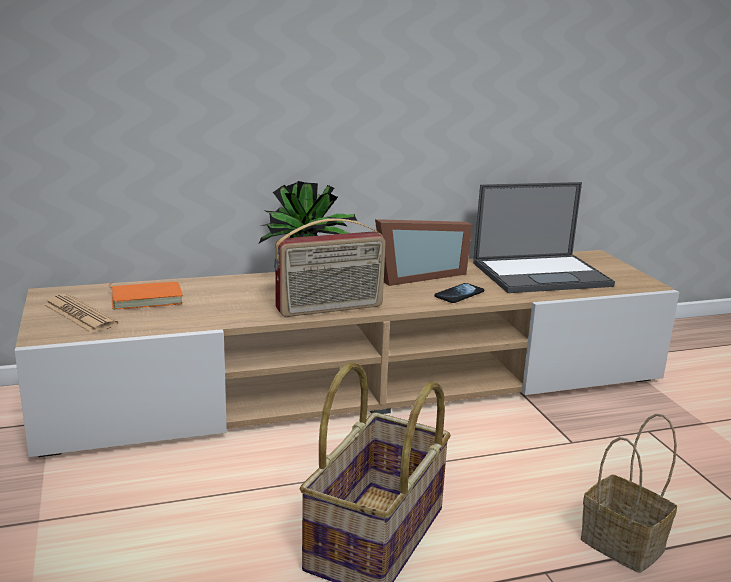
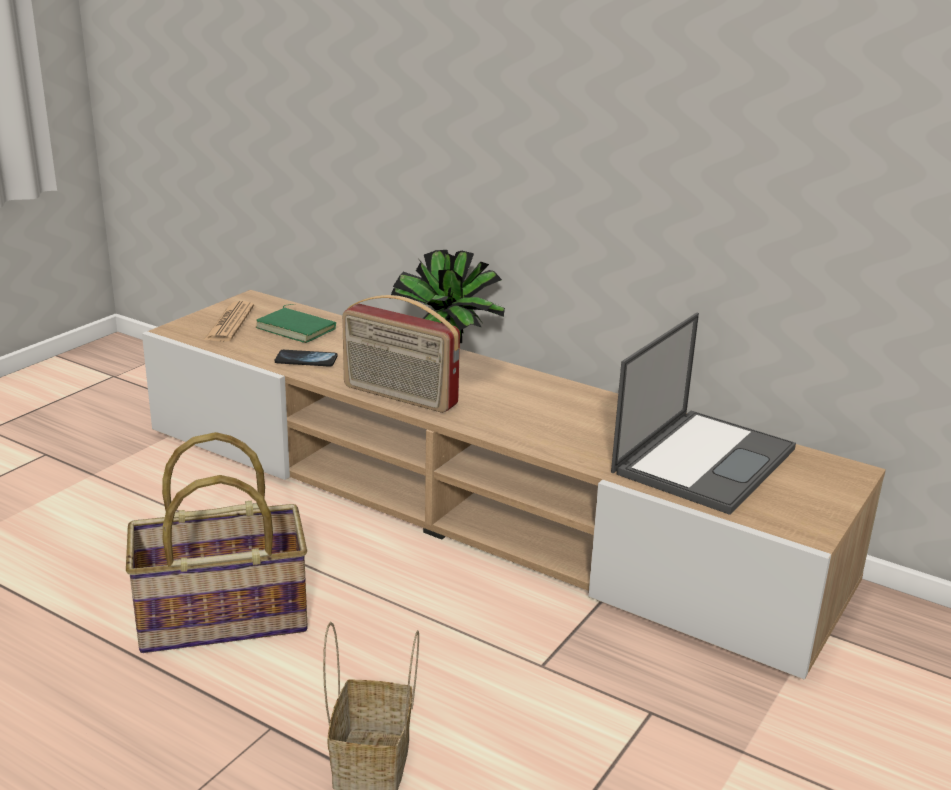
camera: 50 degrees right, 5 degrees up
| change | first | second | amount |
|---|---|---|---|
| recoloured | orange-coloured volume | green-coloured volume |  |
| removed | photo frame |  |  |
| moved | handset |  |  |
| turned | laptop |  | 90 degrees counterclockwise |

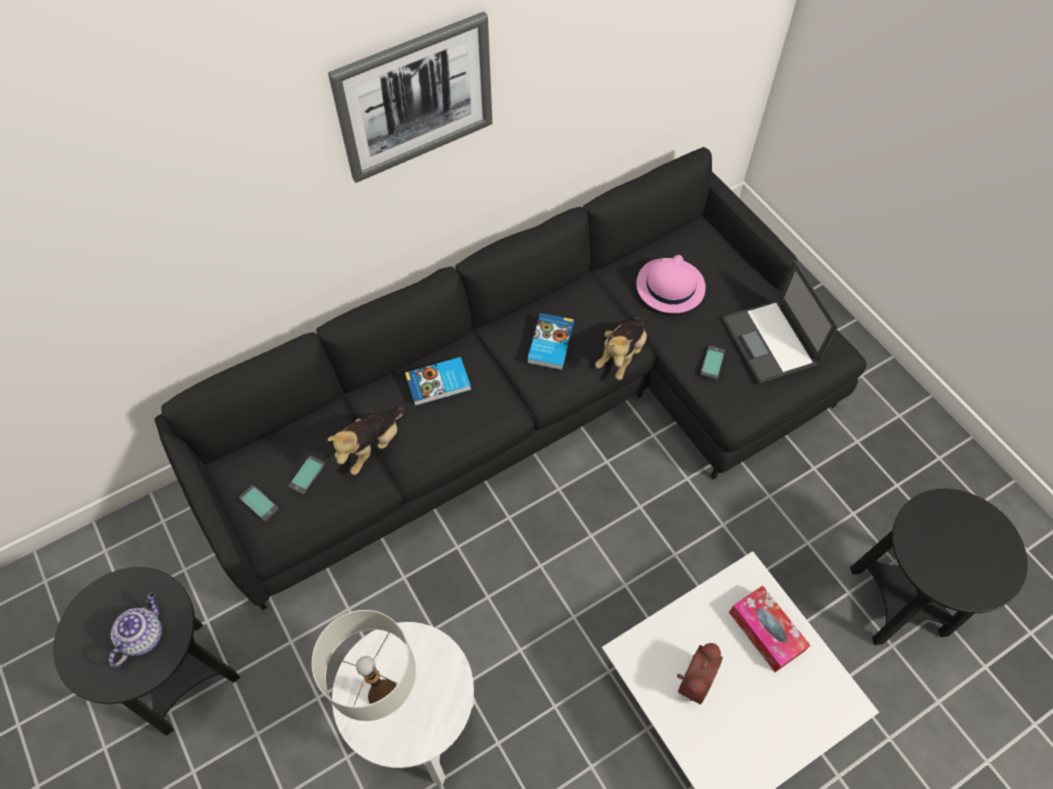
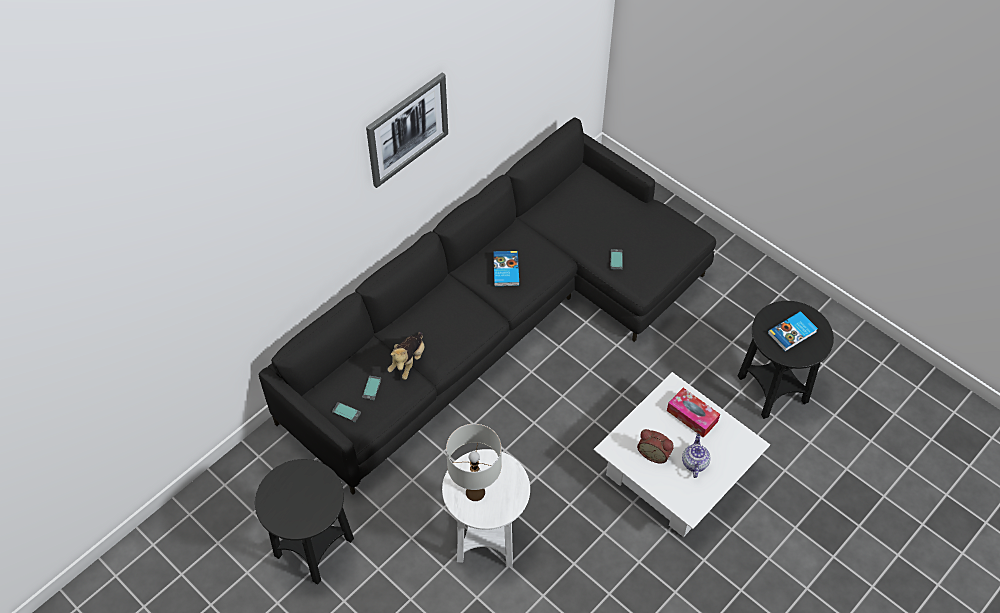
camera: 15 degrees left, 5 degrees down
| change | first | second | amount |
|---|---|---|---|
| moved | tea pot |  |  |
| moved | volume (1st from left in the first image) | volume (2nd from left) |  |
| removed | plush toy (2nd from left) |  |  |
| removed | pinkish wearable hat |  |  |
| turned | bedside clock |  | 105 degrees clockwise |
| removed | laptop |  |  |

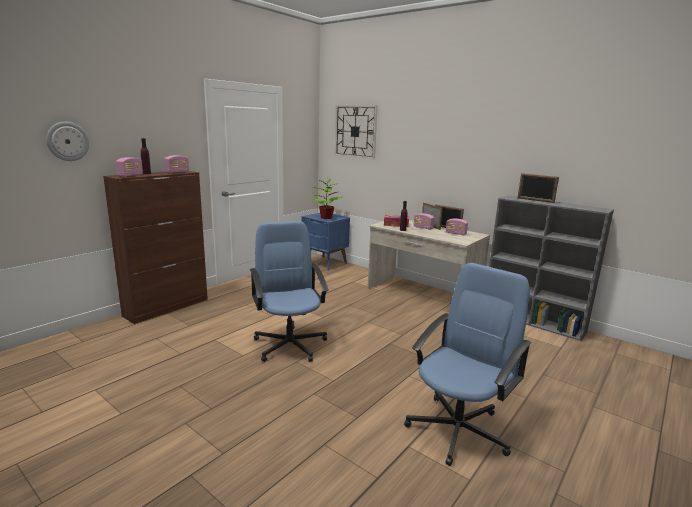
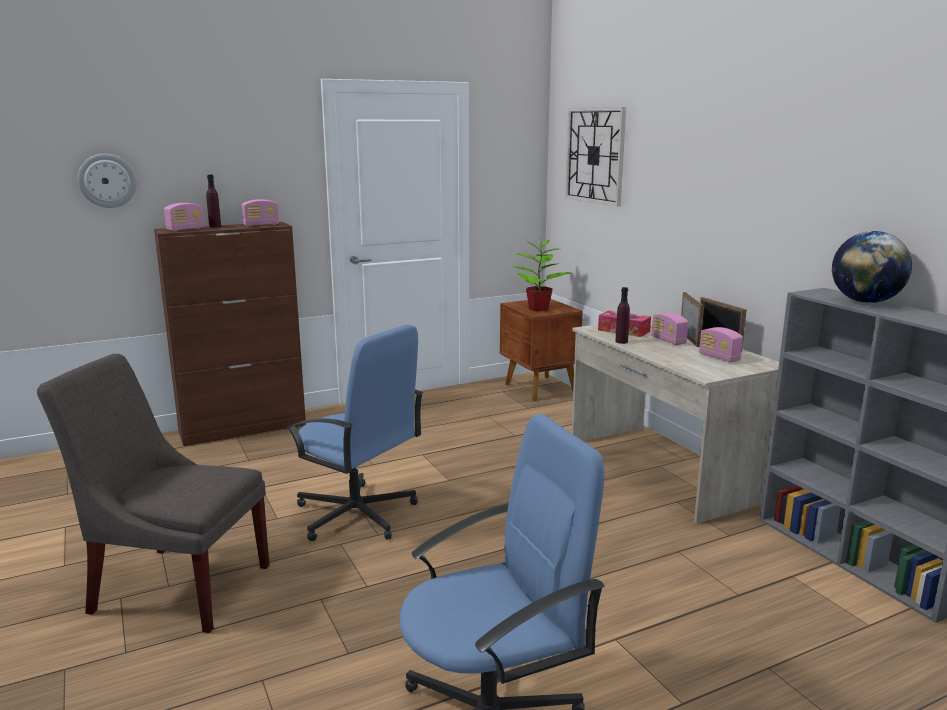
camera: 25 degrees right, 0 degrees up
| change | first | second | amount |
|---|---|---|---|
| turned | bluish office chair (1st from left) |  | 120 degrees clockwise |
| recoloured | bluish nightstand | brownish nightstand |  |
| replaced | photo frame (3rd from left) | desk globe |  |
| added |  | greyish upright chair |  |

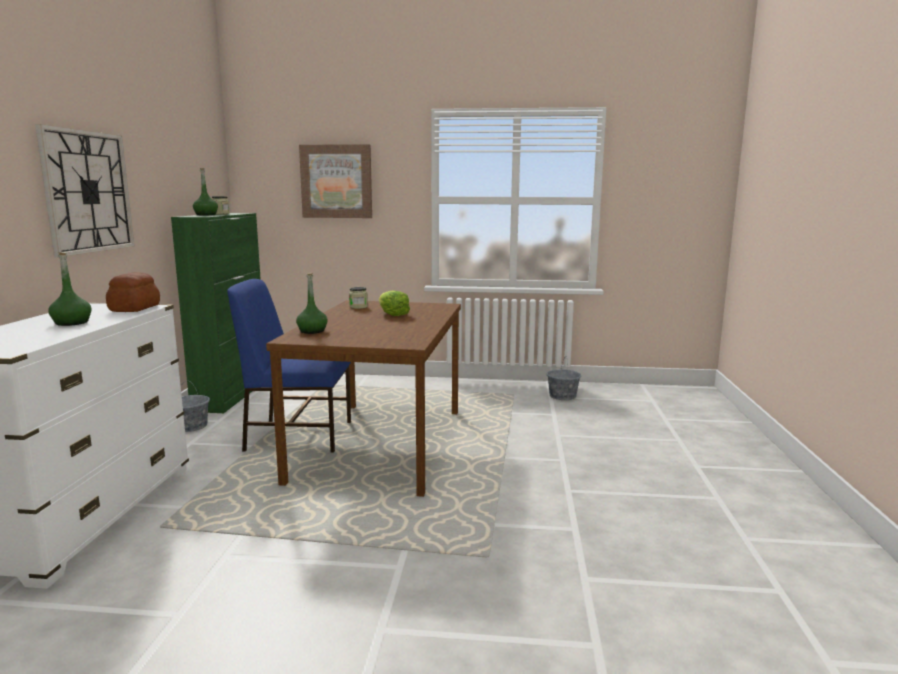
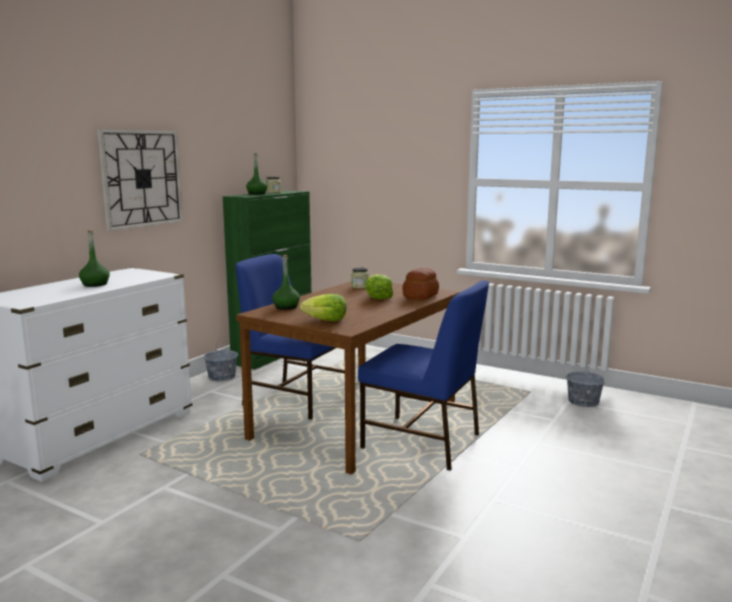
camera: 25 degrees right, 0 degrees up
| change | first | second | amount |
|---|---|---|---|
| moved | bread |  |  |
| removed | picture |  |  |
| added |  | lettuce (1st from left) |  |
| added |  | bluish upright chair (2nd from left) |  |

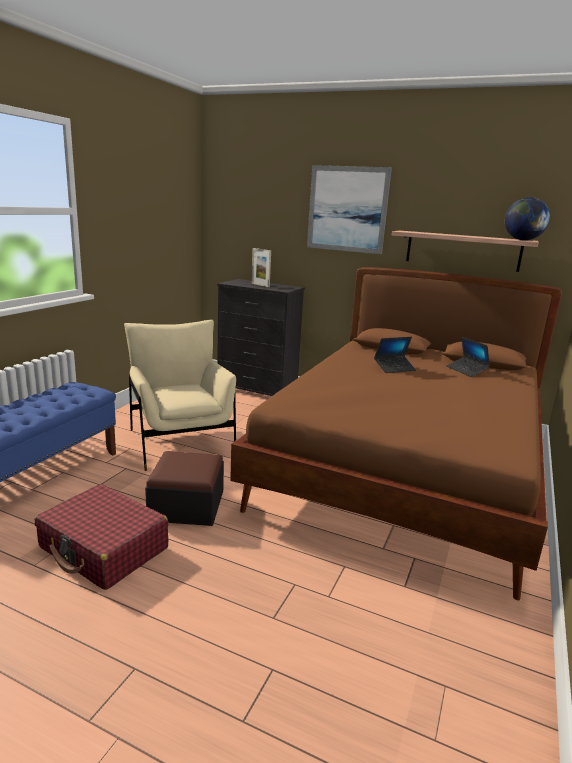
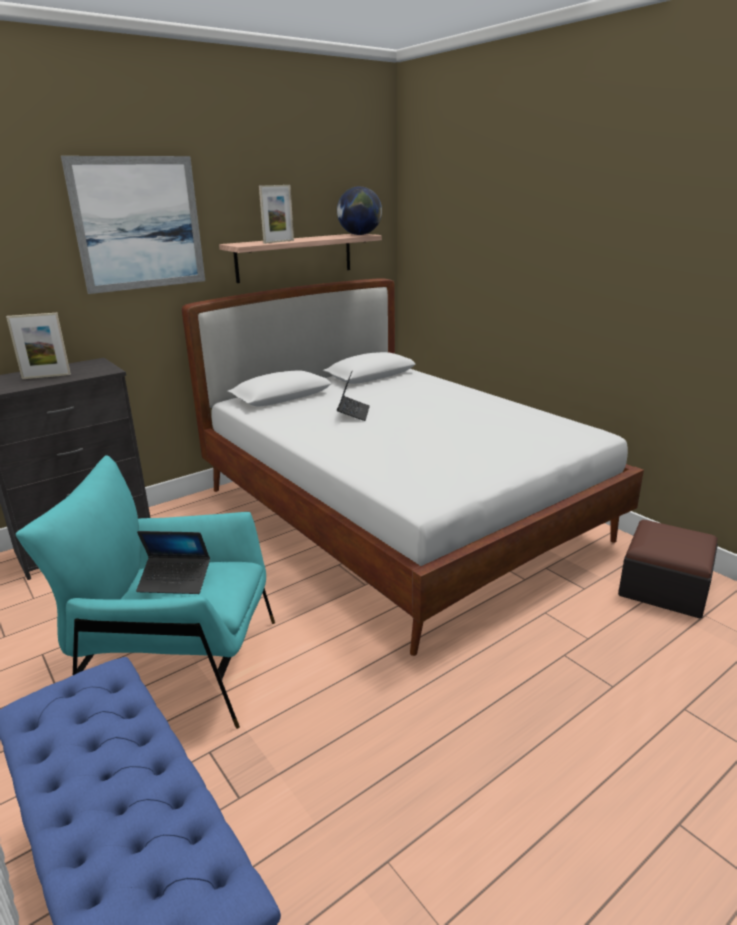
camera: 60 degrees left, 5 degrees up
| change | first | second | amount |
|---|---|---|---|
| removed | red suitcase |  |  |
| recoloured | sand-coloured easy chair | turquoise easy chair |  |
| moved | ottoman |  |  |
| recoloured | brownish bedroom bed | white-coloured bedroom bed |  |
| moved | laptop (2nd from left in the first image) | laptop (1st from left) |  |
| added |  | photo frame (2nd from left) |  |

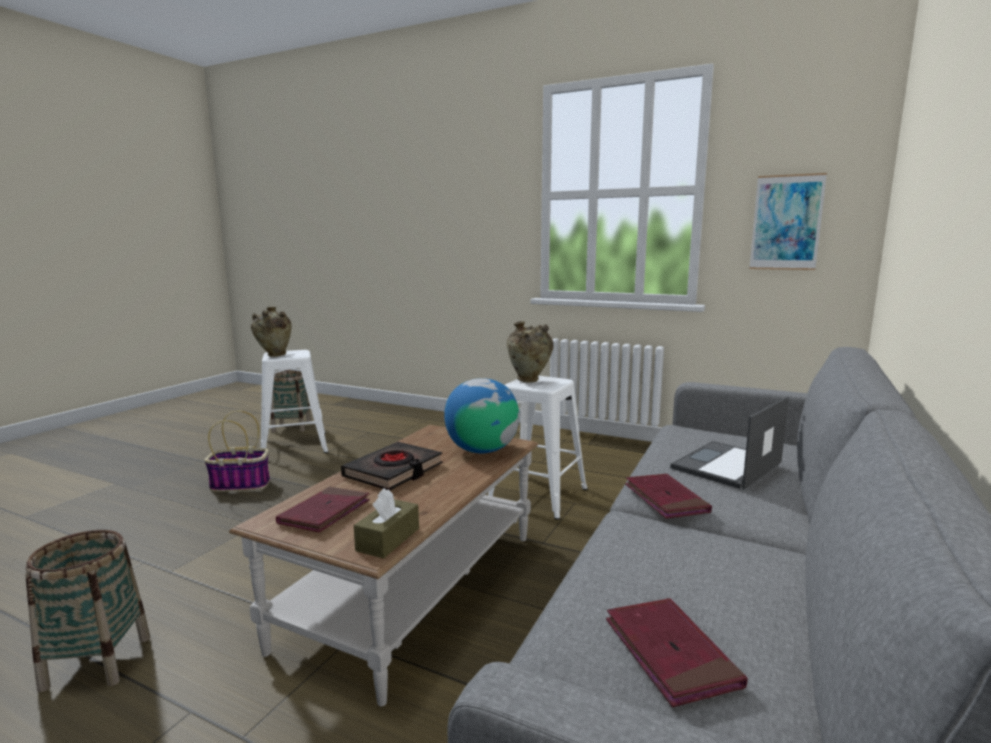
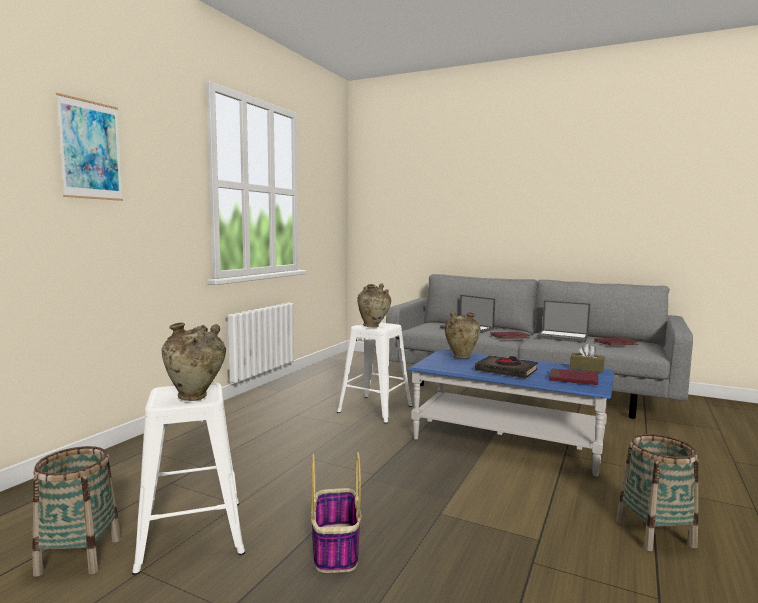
camera: 90 degrees left, 5 degrees down
| change | first | second | amount |
|---|---|---|---|
| recoloured | brownish low table | bluish low table |  |
| replaced | desk globe | sand-coloured flower vase (3rd from left) |  |
| moved | picture |  |  |
| added |  | laptop (2nd from left) |  |

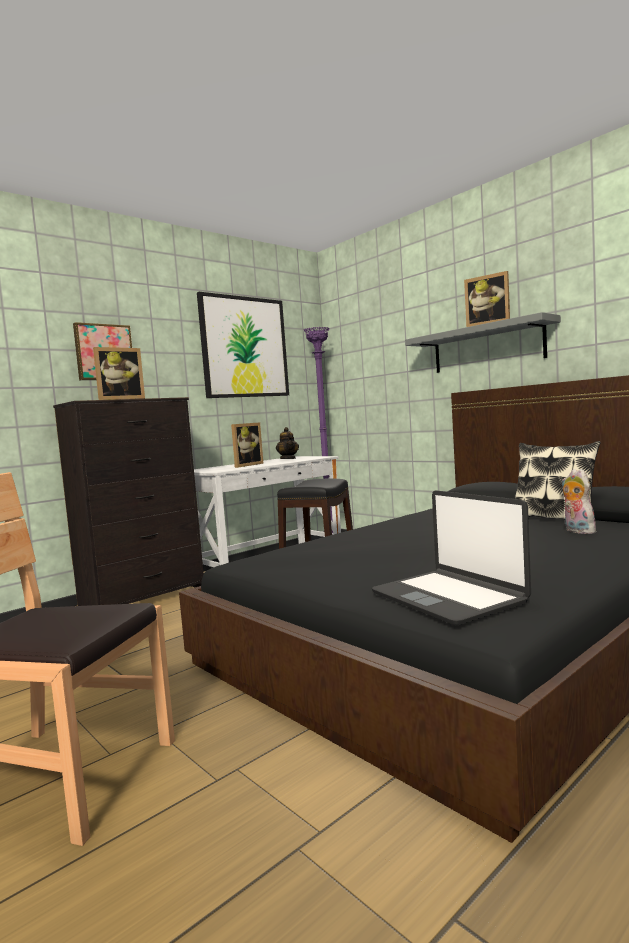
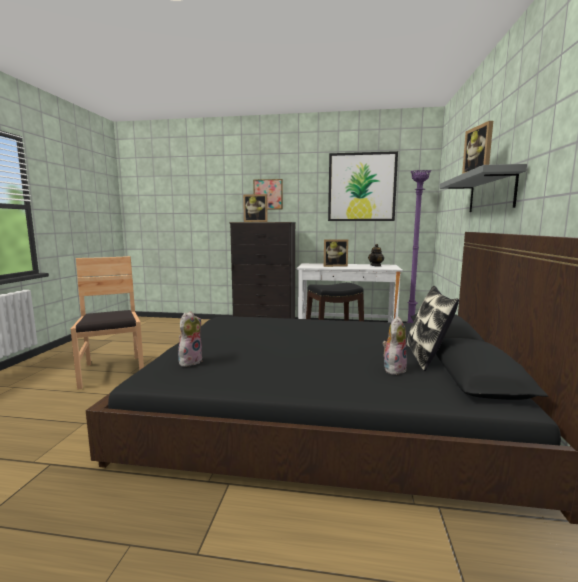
camera: 50 degrees right, 5 degrees up
| change | first | second | amount |
|---|---|---|---|
| replaced | laptop | plush toy (1st from left) |  |

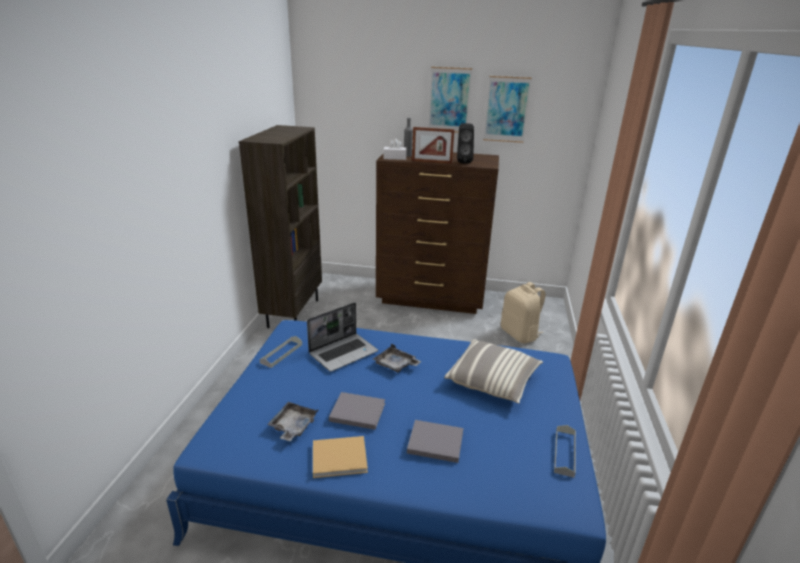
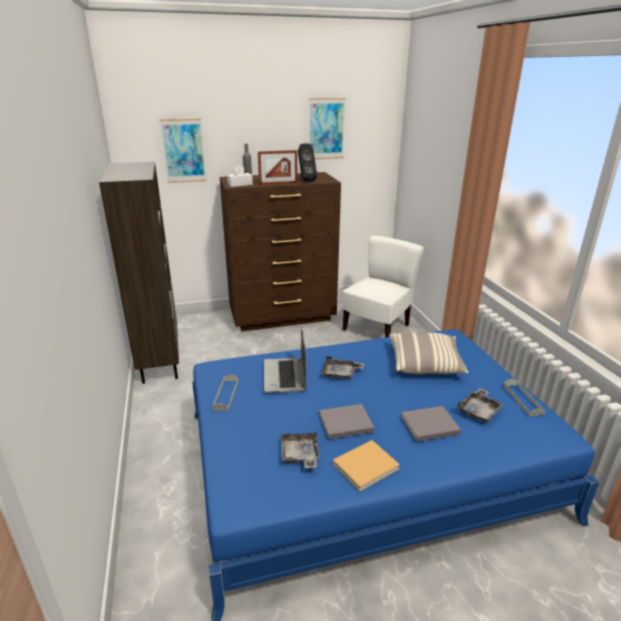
camera: 25 degrees left, 0 degrees up
| change | first | second | amount |
|---|---|---|---|
| turned | laptop |  | 150 degrees clockwise |
| moved | picture (1st from left) |  |  |
| replaced | sand-coloured rucksack | white-coloured upright chair |  |
| added |  | greyish tray (4th from left) |  |

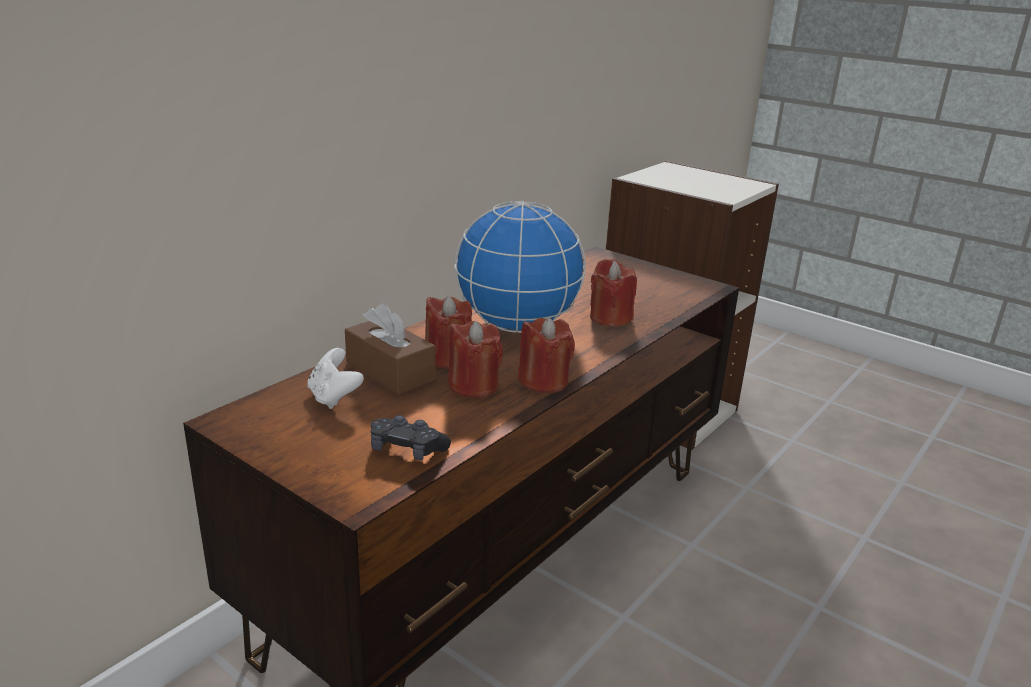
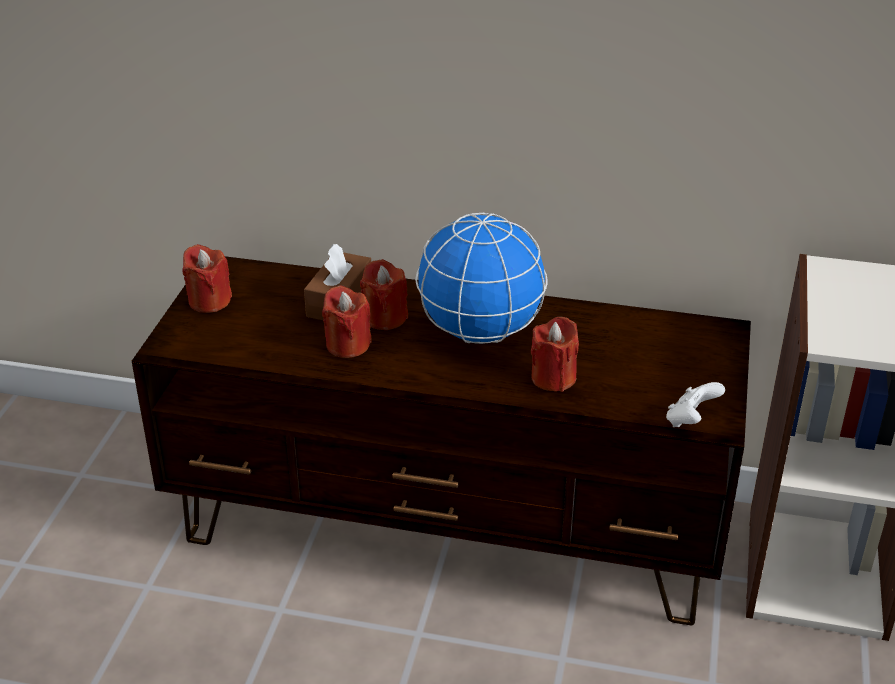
camera: 65 degrees right, 10 degrees up
| change | first | second | amount |
|---|---|---|---|
| moved | white-coloured joypad |  |  |
| removed | black-coloured joypad |  |  |
| moved | red candle (3rd from left in the first image) | red candle (1st from left) |  |

